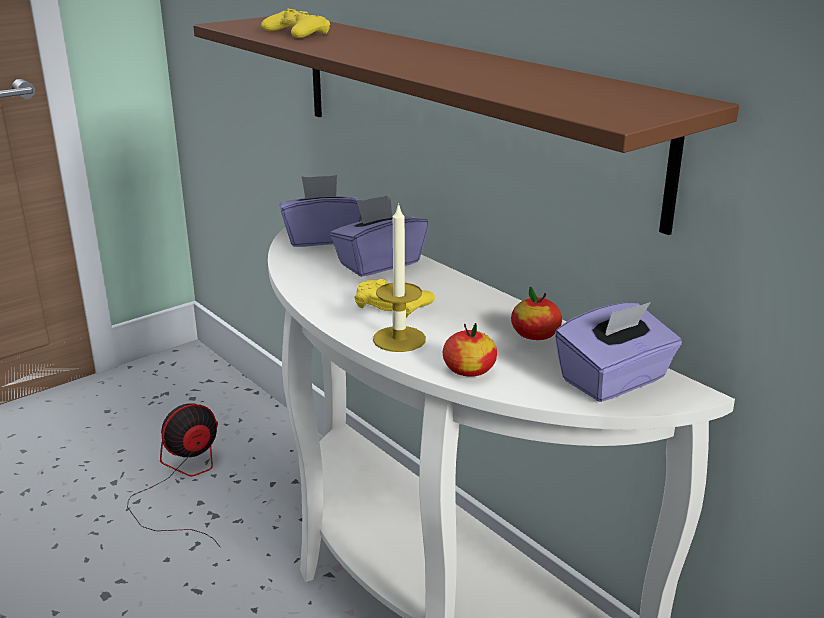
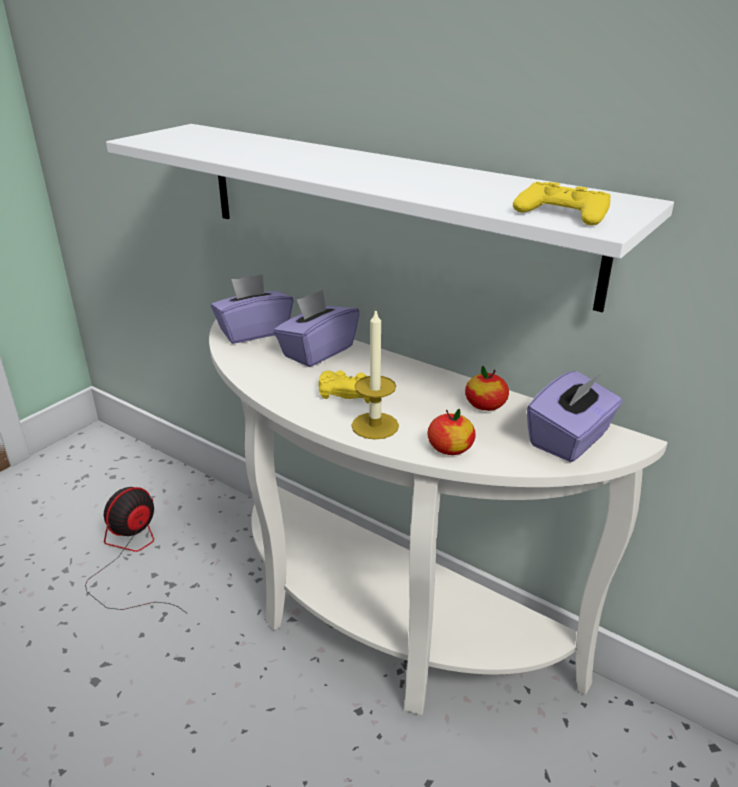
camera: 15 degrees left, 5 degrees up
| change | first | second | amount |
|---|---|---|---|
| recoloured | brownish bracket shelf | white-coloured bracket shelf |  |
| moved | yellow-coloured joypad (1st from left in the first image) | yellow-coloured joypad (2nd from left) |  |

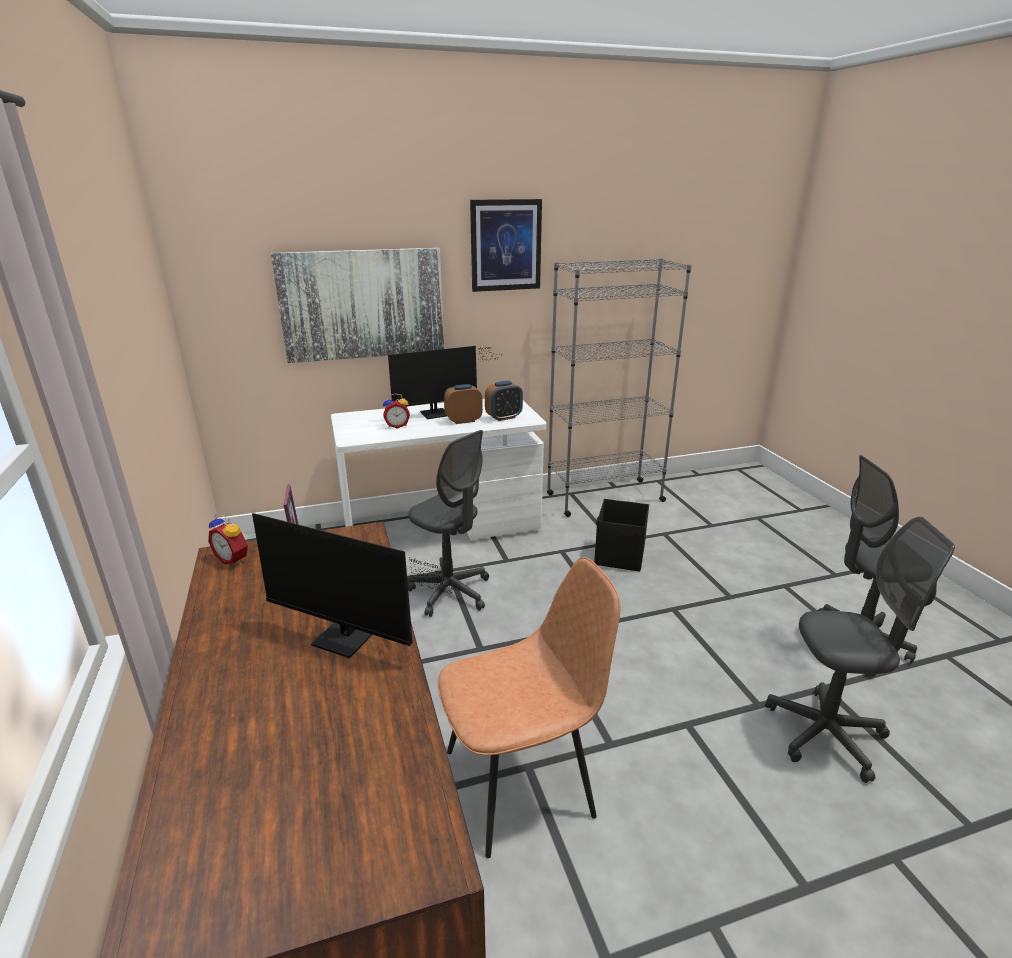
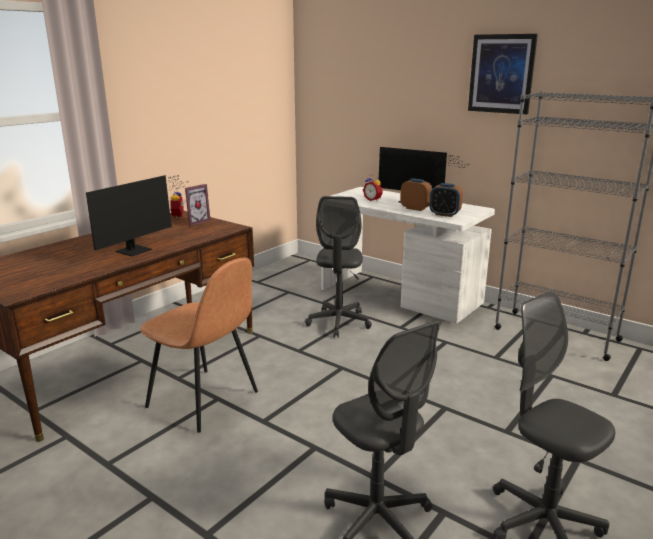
camera: 55 degrees right, 5 degrees down
| change | first | second | amount |
|---|---|---|---|
| turned | monitor (1st from left) |  | 135 degrees counterclockwise |
| removed | picture (1st from left) |  |  |
| removed | black-coloured storage container |  |  |

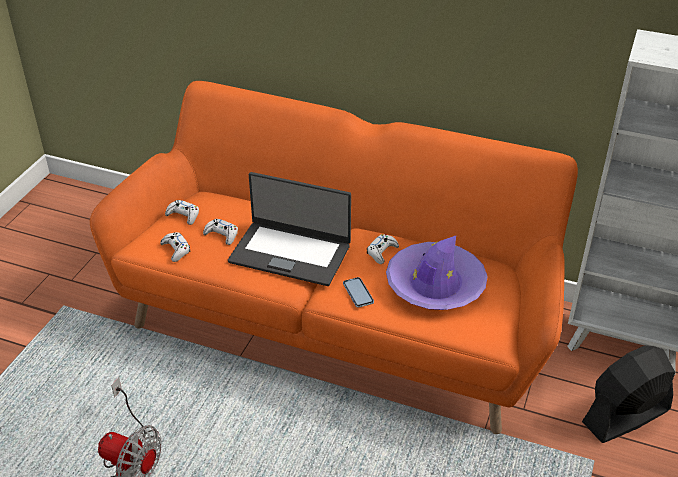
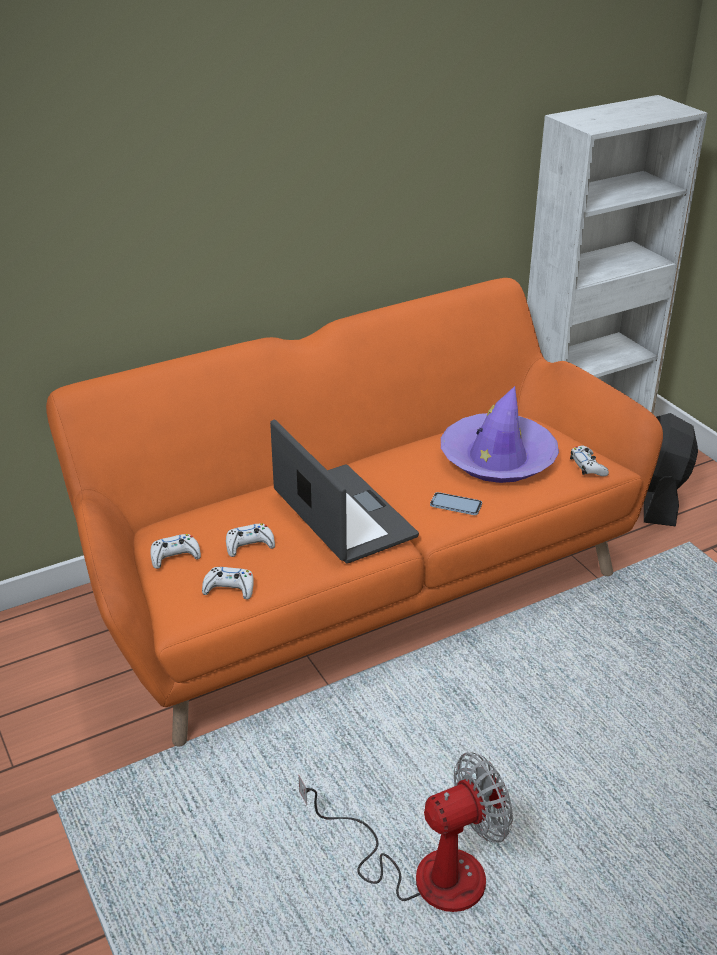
camera: 50 degrees left, 5 degrees down
| change | first | second | amount |
|---|---|---|---|
| turned | laptop |  | 90 degrees counterclockwise |
| moved | white-coloured joypad (4th from left) |  |  |

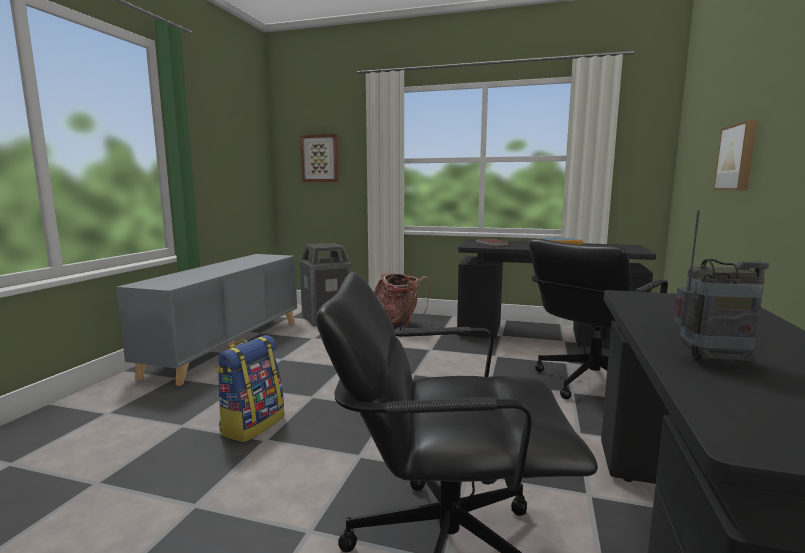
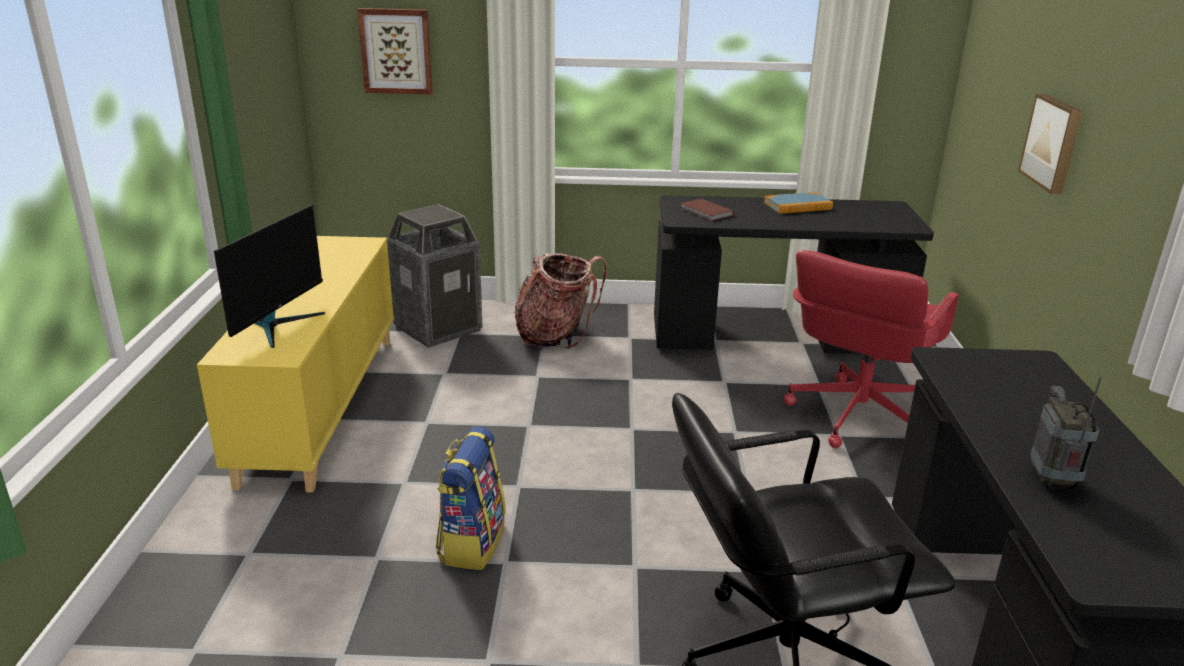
camera: 15 degrees left, 15 degrees up
| change | first | second | amount |
|---|---|---|---|
| recoloured | greyish storage cabinet | yellow-coloured storage cabinet |  |
| recoloured | black-coloured office chair (2nd from left) | red office chair |  |
| turned | radio |  | 75 degrees counterclockwise |
| added |  | monitor |  |

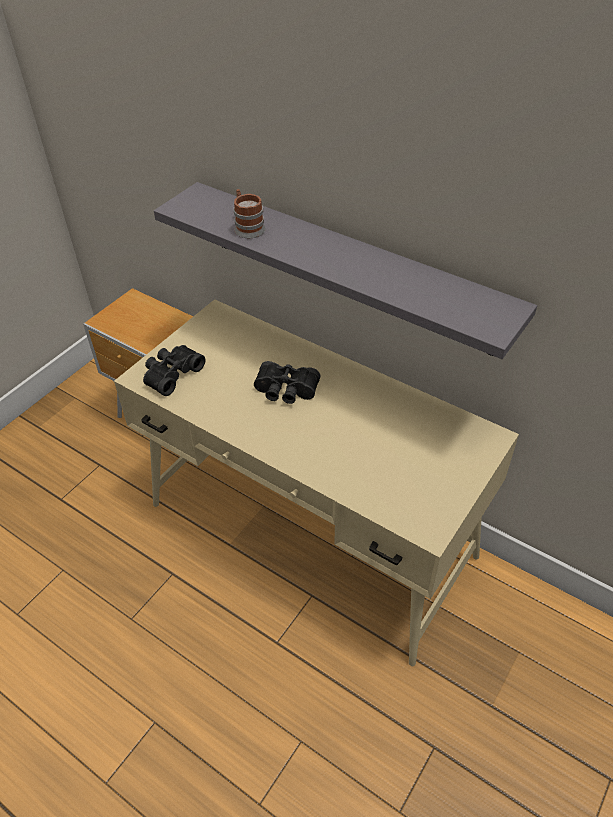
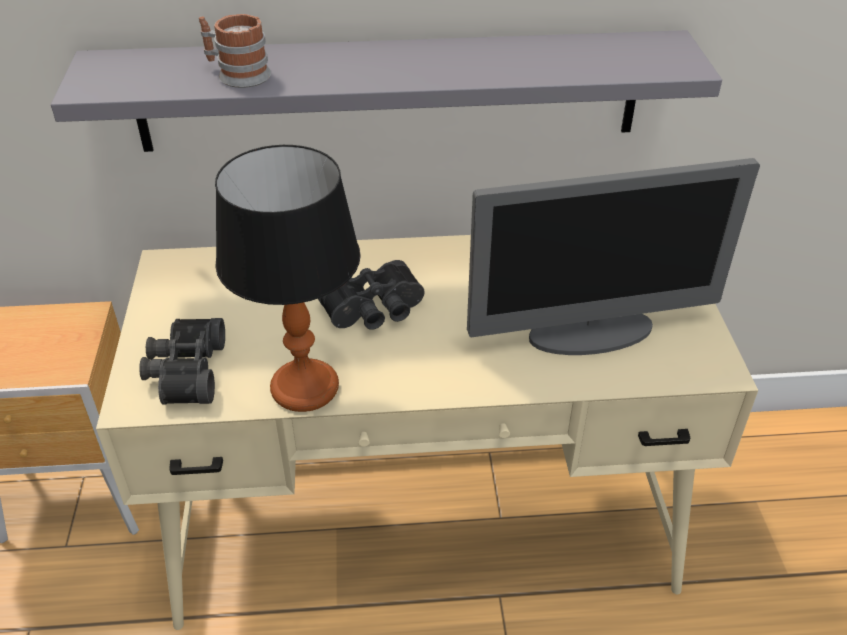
camera: 40 degrees left, 5 degrees down
| change | first | second | amount |
|---|---|---|---|
| added |  | lamp for a table |  |
| added |  | monitor |  |

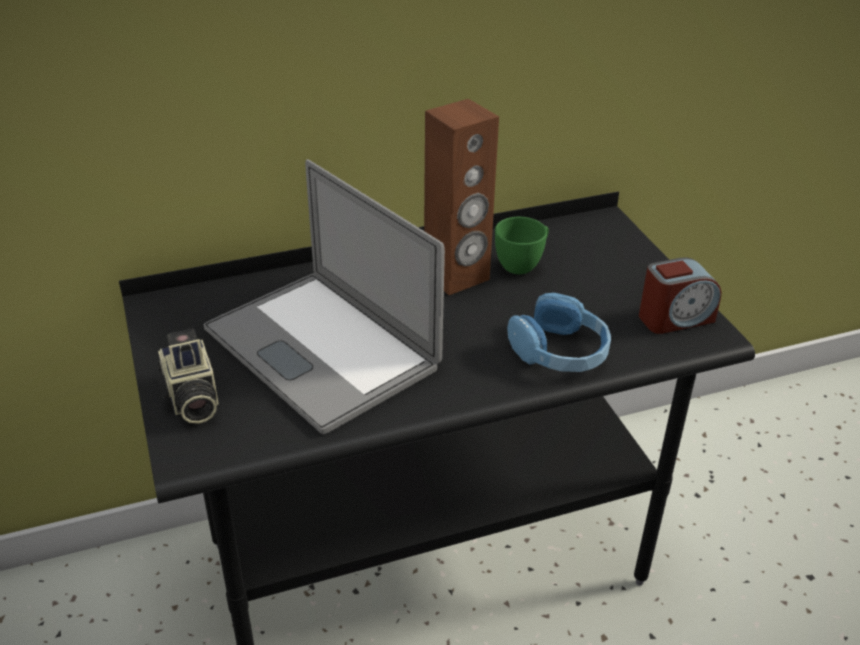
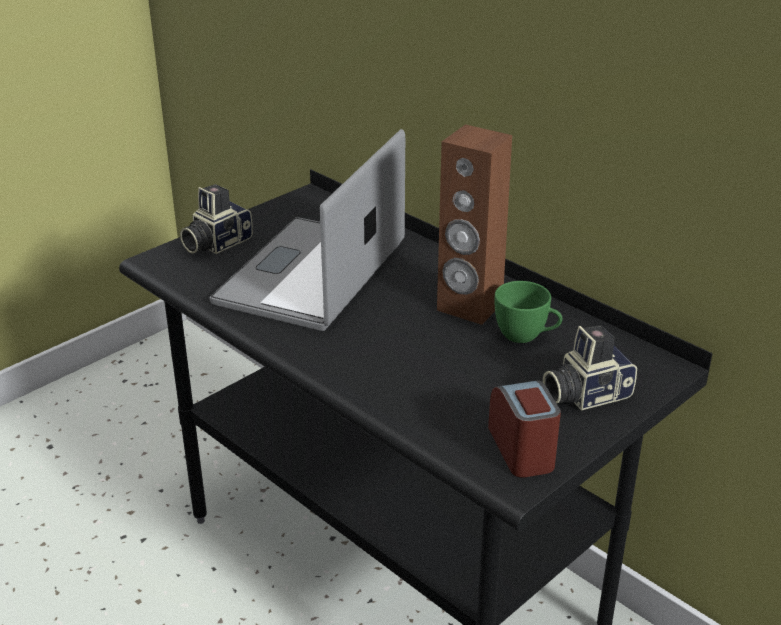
camera: 65 degrees right, 5 degrees down
| change | first | second | amount |
|---|---|---|---|
| removed | bluish headset |  |  |
| turned | bedside clock |  | 150 degrees counterclockwise |
| added |  | still camera (2nd from left) |  |

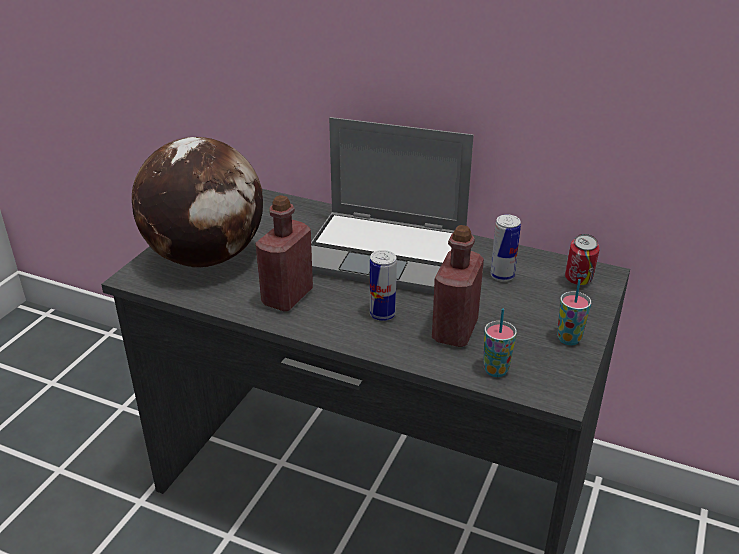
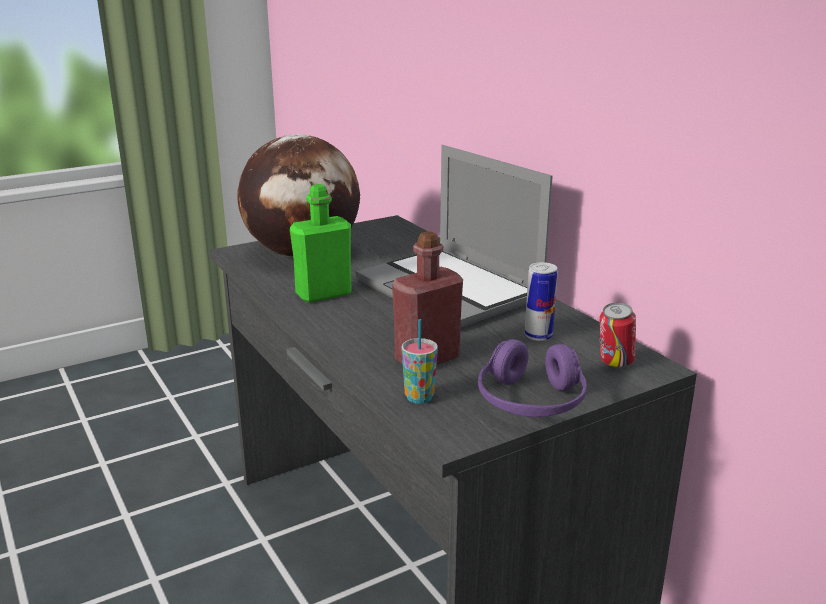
camera: 35 degrees right, 10 degrees down
| change | first | second | amount |
|---|---|---|---|
| recoloured | red bottle (1st from left) | green-coloured bottle |  |
| removed | metal can (1st from left) |  |  |
| replaced | small cup (2nd from left) | purple headset |  |

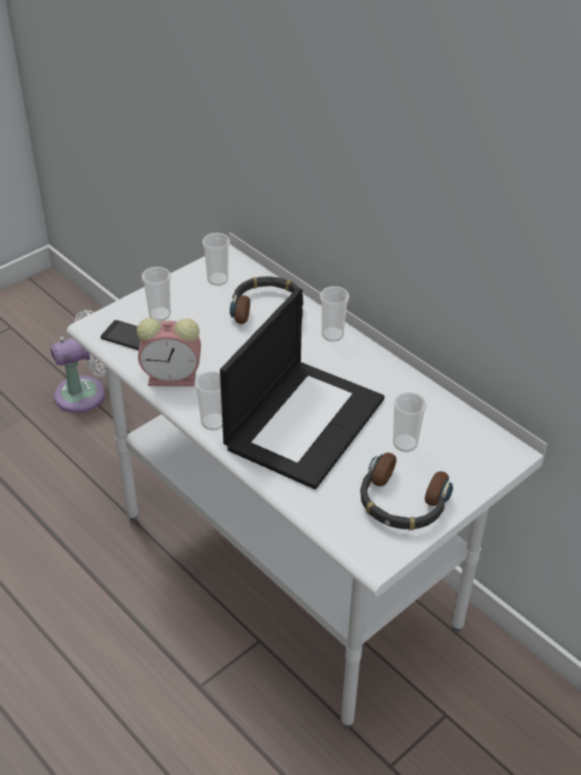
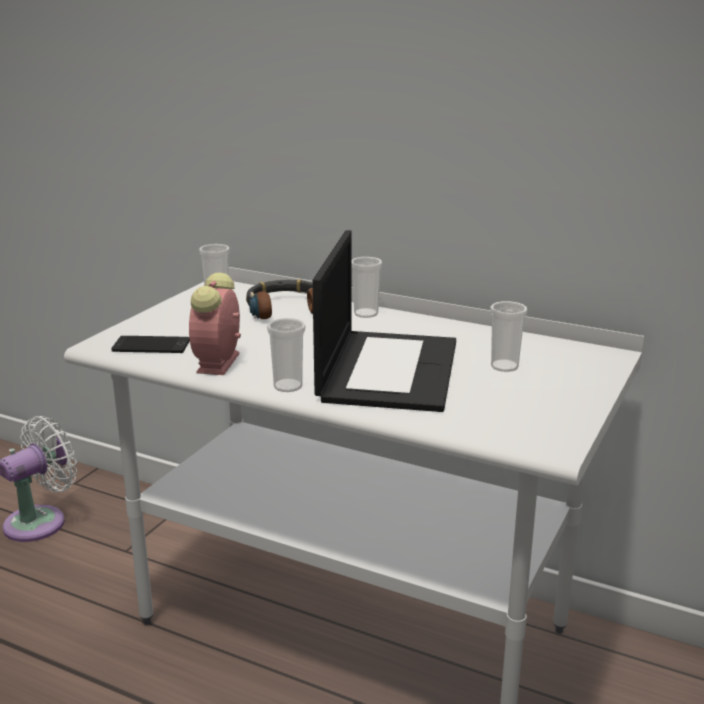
camera: 20 degrees left, 20 degrees down
| change | first | second | amount |
|---|---|---|---|
| turned | bedside clock |  | 120 degrees clockwise |
| removed | small cup (1st from left) |  |  |
| removed | headset (2nd from left) |  |  |

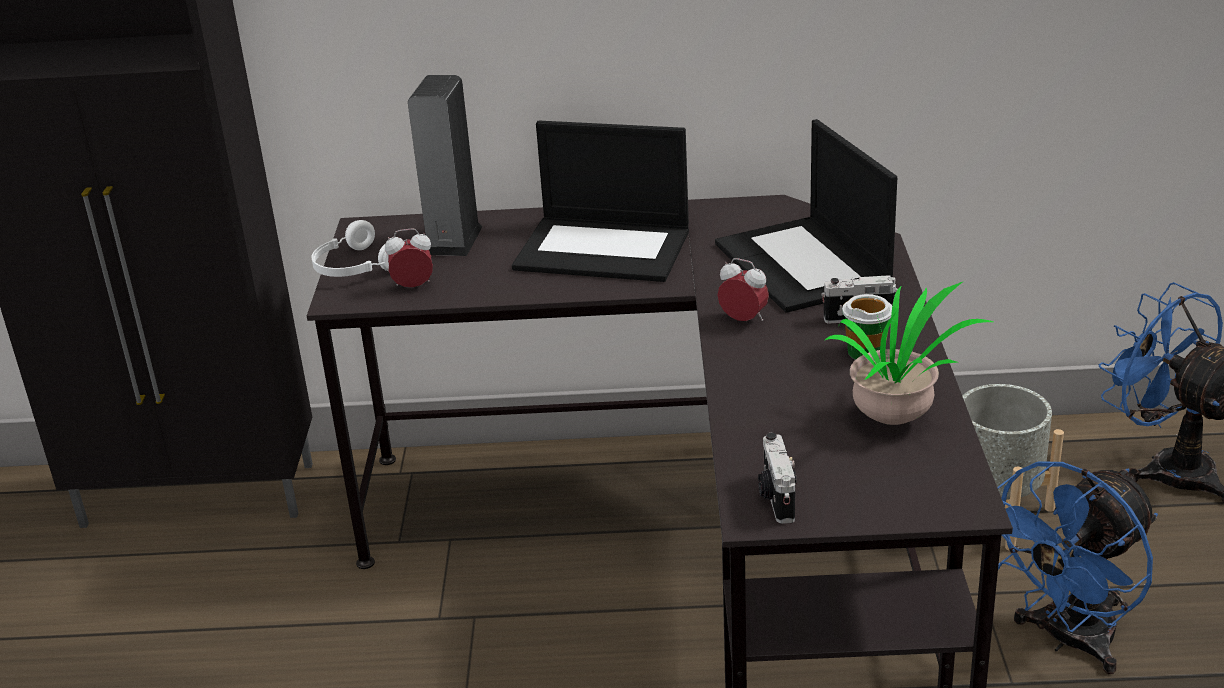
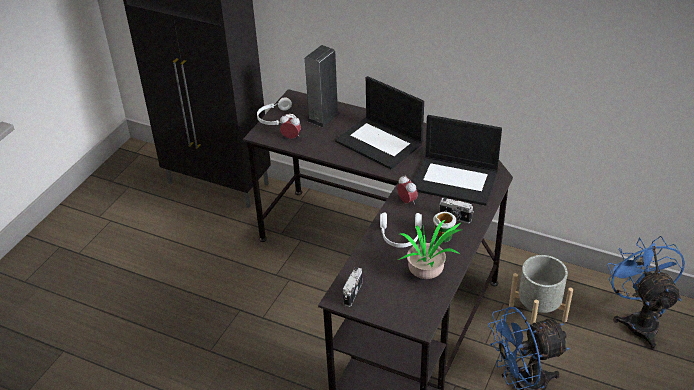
camera: 25 degrees right, 10 degrees up
| change | first | second | amount |
|---|---|---|---|
| turned | laptop (2nd from left) |  | 75 degrees counterclockwise |
| added |  | white-coloured headset (2nd from left) |  |

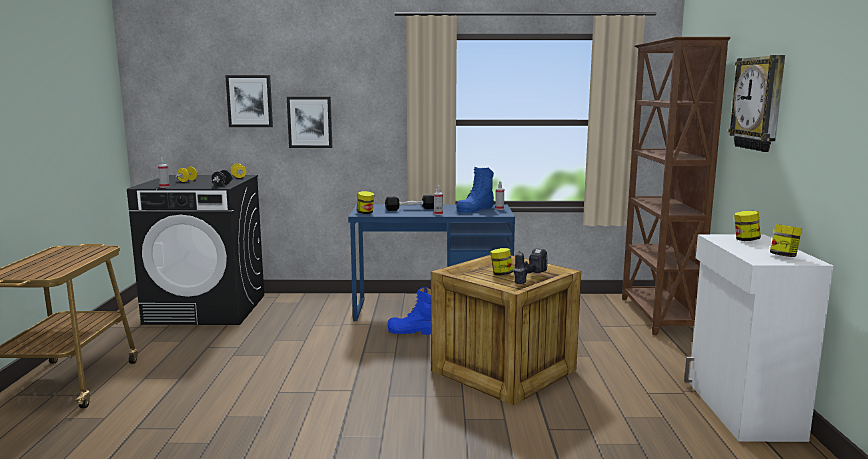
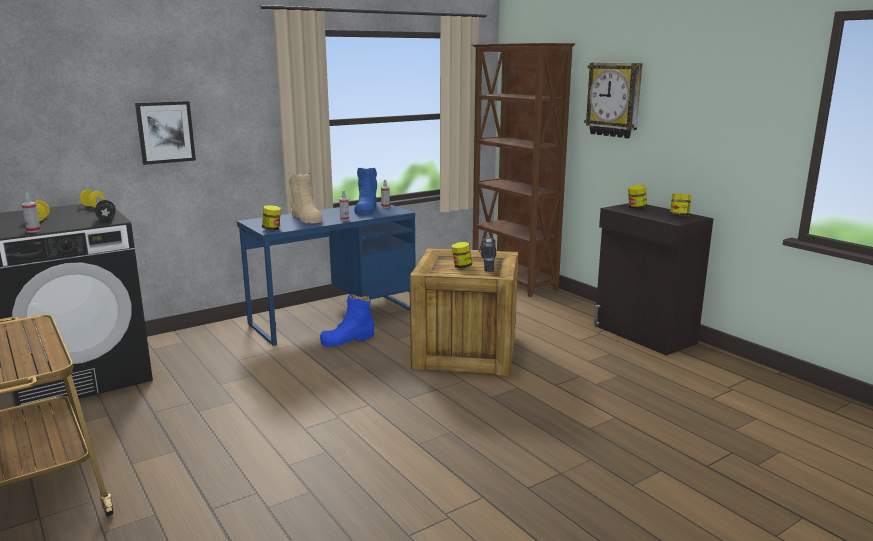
camera: 35 degrees left, 5 degrees up
| change | first | second | amount |
|---|---|---|---|
| removed | picture (1st from left) |  |  |
| replaced | black-coloured dumbbell (2nd from left) | sand-coloured tall boot |  |
| recoloured | white-coloured storage cabinet | black-coloured storage cabinet |  |

